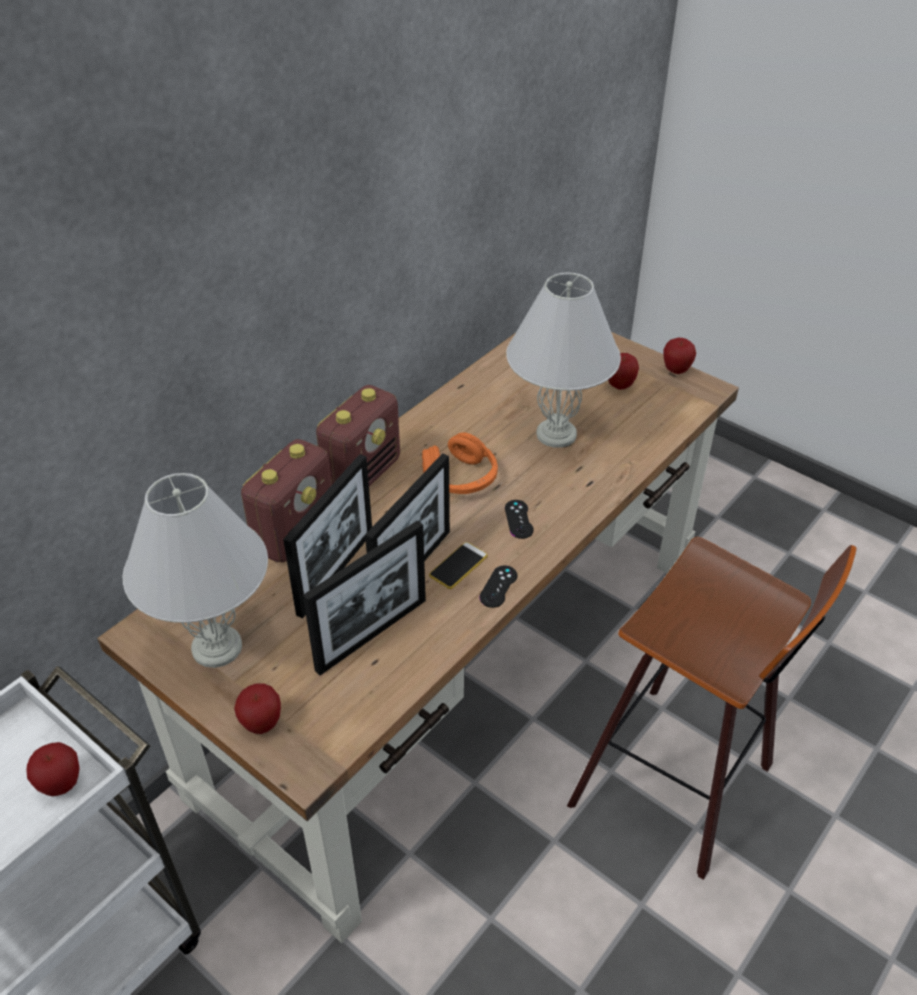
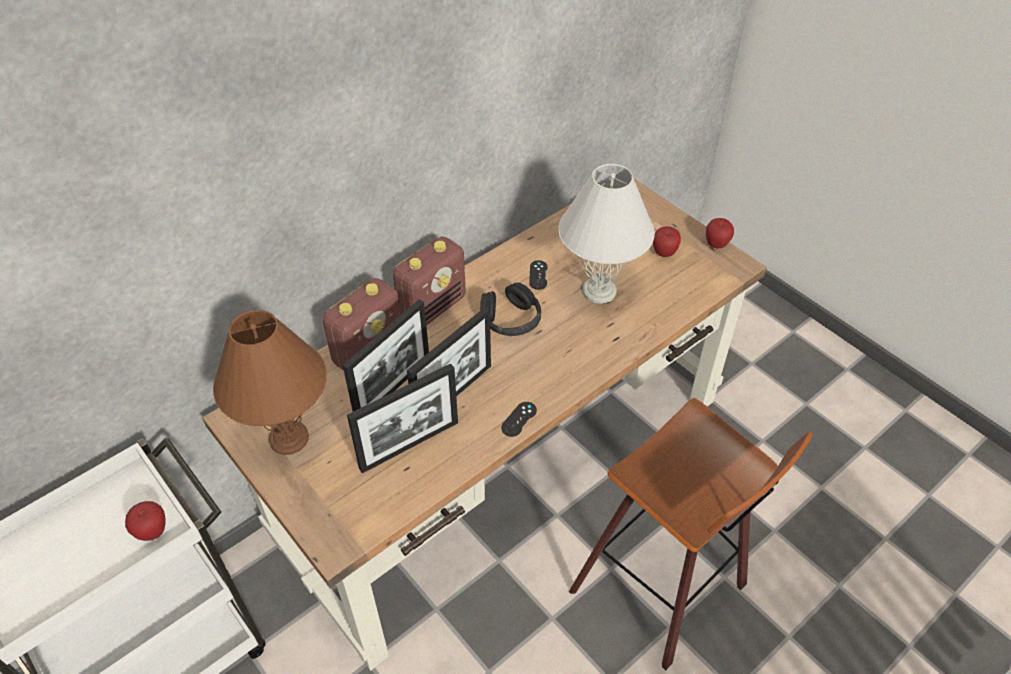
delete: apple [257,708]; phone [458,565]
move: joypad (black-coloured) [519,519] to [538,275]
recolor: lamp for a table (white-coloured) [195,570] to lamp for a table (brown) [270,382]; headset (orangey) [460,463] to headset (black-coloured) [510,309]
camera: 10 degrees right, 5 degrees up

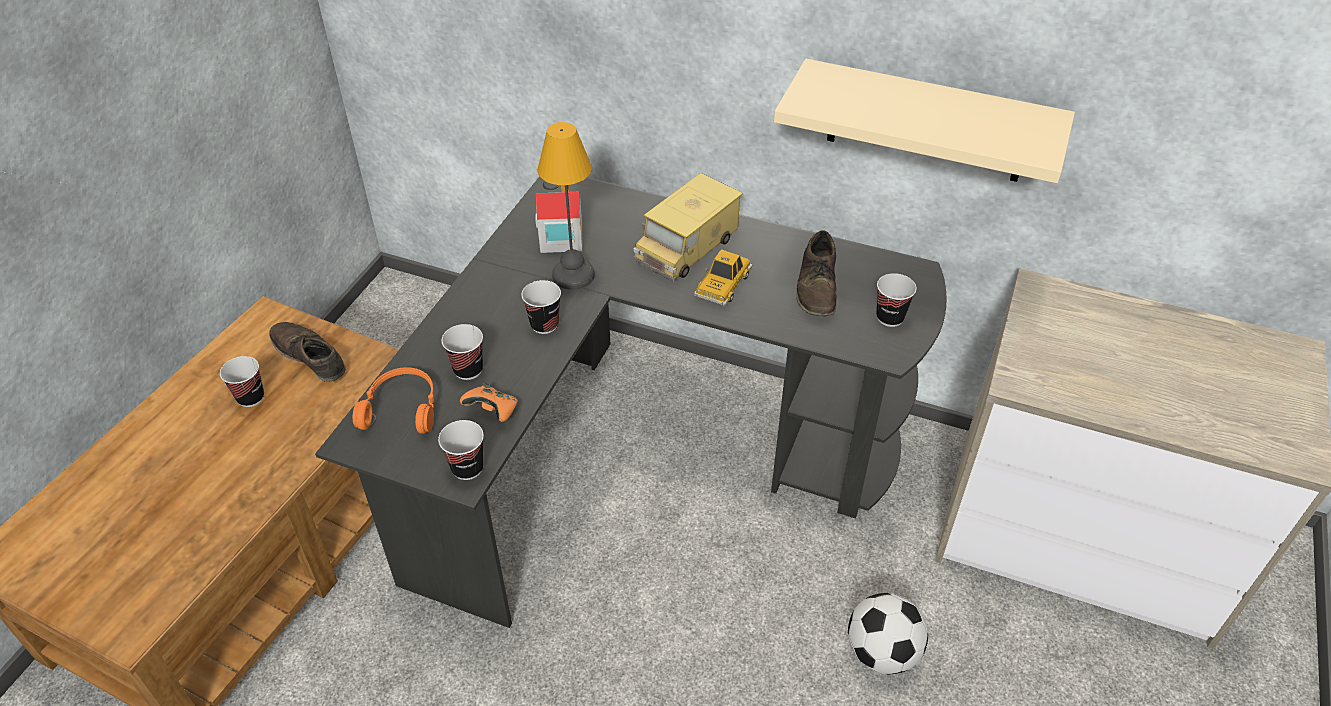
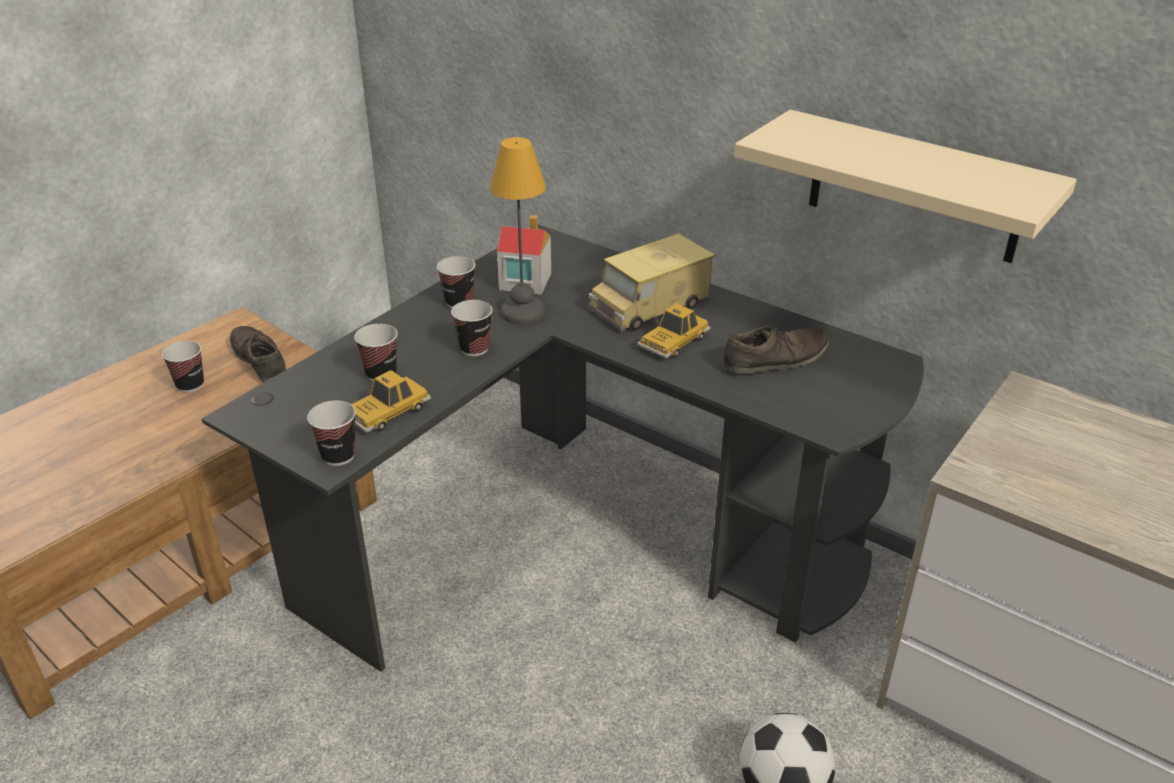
delete: headset (orangey) [394,400]
move: cup [896,300] to [456,282]
replace: joypad (orangey) [489,402] to toy car [391,401]
rotate: low shoe (brown) [816,273] = [775,350] 135 degrees counterclockwise
camera: 15 degrees right, 10 degrees down

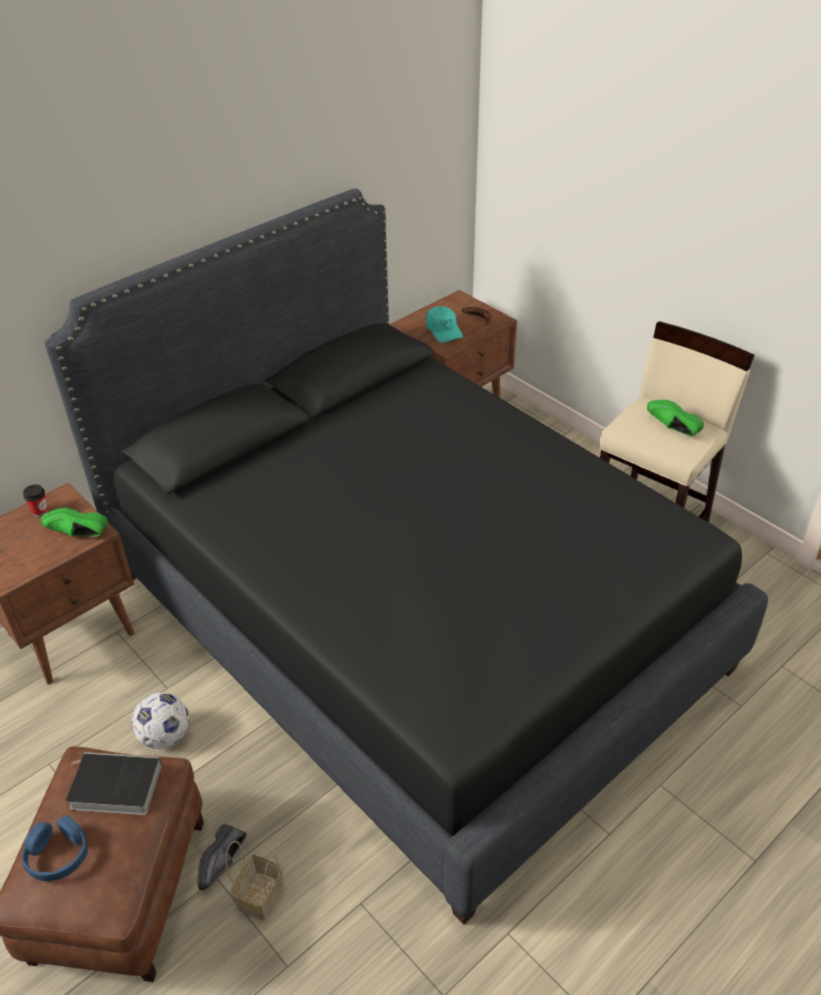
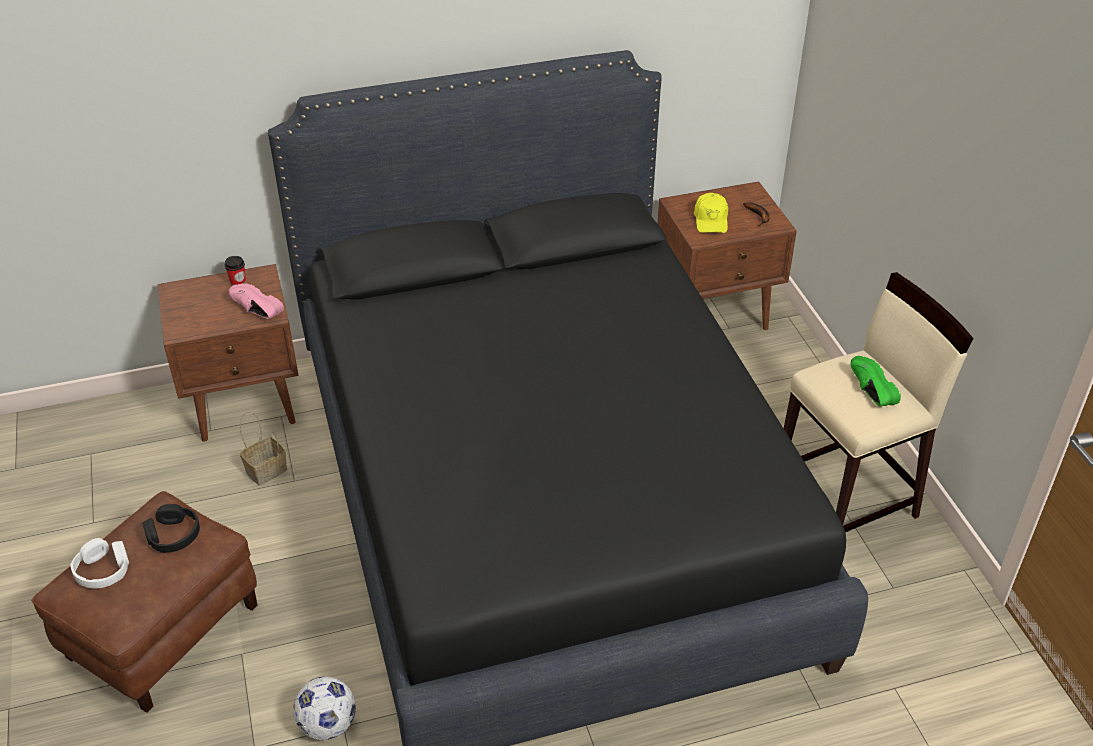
delete: low shoe (black-coloured) [222,857]
move: football [160,720] to [324,708]; basket [255,880] to [263,448]
replace: bound book [114,783] to headset (black-coloured) [171,528]
recolor: headset (blue-coloured) [55,848] to headset (white-coloured) [100,563]; low shoe (greenish) [74,522] to low shoe (pink) [256,301]; peaked cap (turquoise) [444,324] to peaked cap (yellow) [711,213]
camera: 25 degrees right, 0 degrees up

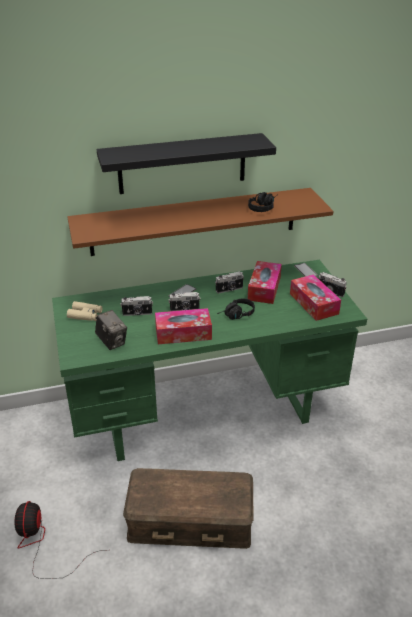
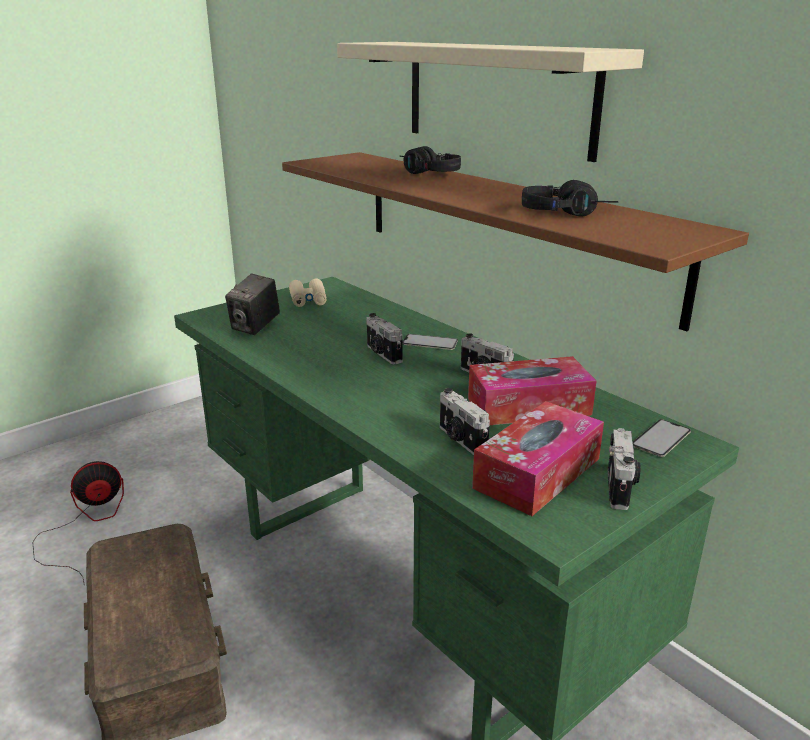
delete: box of tissues [183,326]
move: photo camera [136,306] to [465,421]; headset (black-coloured) [236,309] to [430,160]
recolor: wall shelf (black-coloured) [186,163] to wall shelf (beige-coloured) [490,102]
camera: 65 degrees right, 10 degrees down

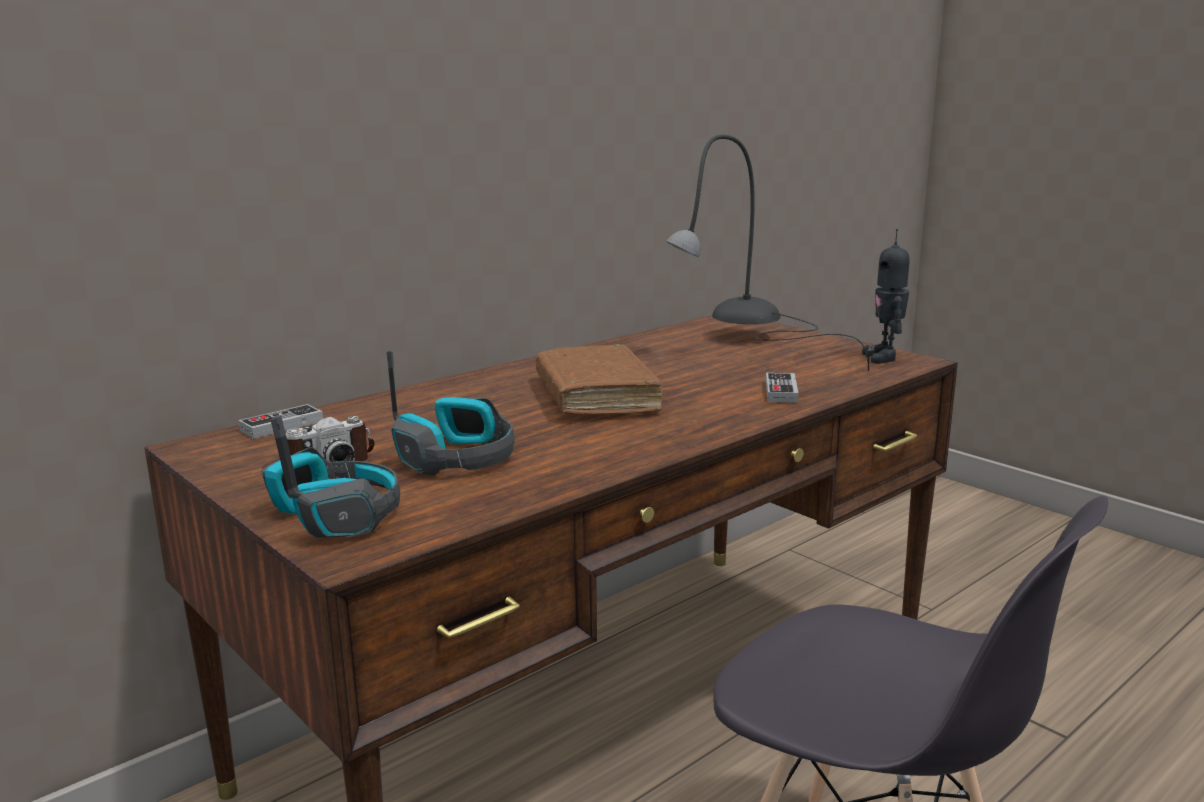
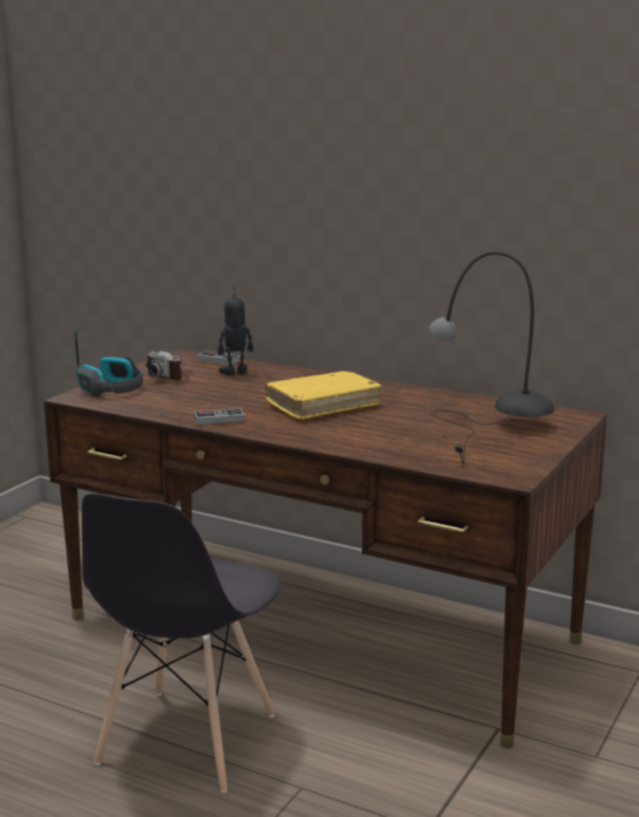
delete: headset [450,413]
move: joypad [782,388] to [219,416]; model robot [886,296] to [235,331]
recolor: bound book (brown) [598,379] to bound book (yellow) [323,395]
camera: 70 degrees right, 0 degrees up

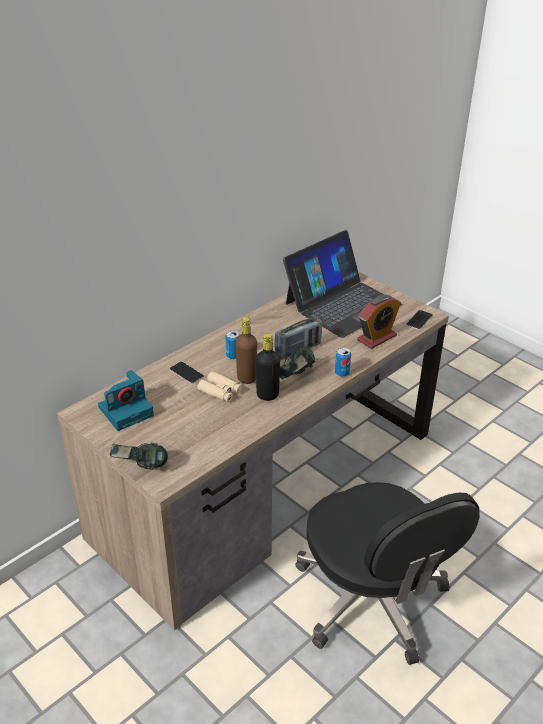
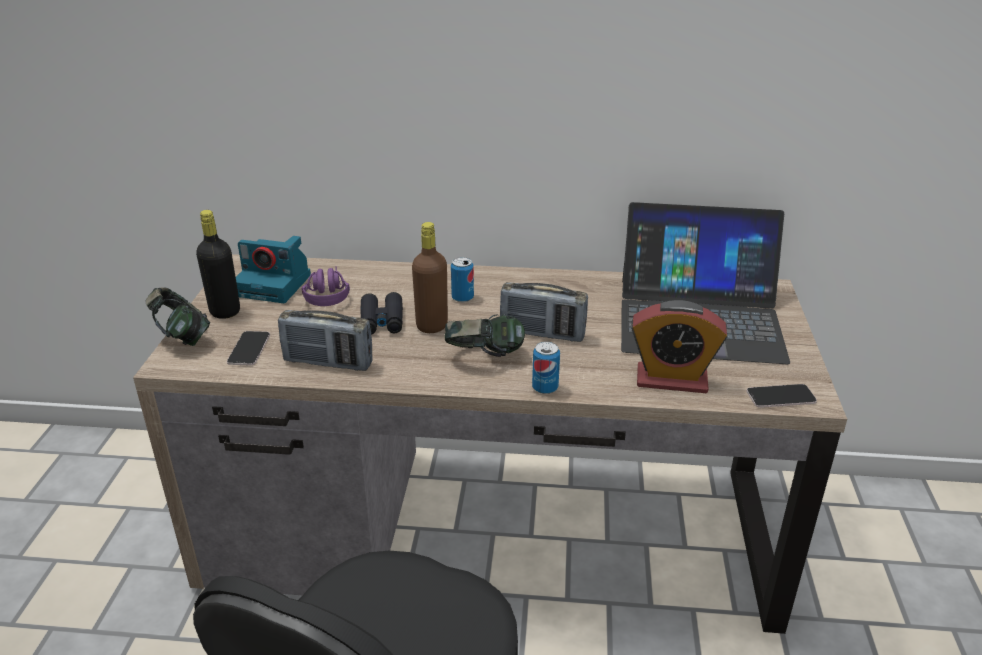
insert: radio [325,340]; headset (purple-coloured) [326,286]
move: phone [187,373] to [248,348]; drink bottle (black-coloured) [268,367] to [218,264]
recolor: binoculars (beige-coloured) [219,386] to binoculars (black-coloured) [381,313]
camera: 50 degrees right, 5 degrees down

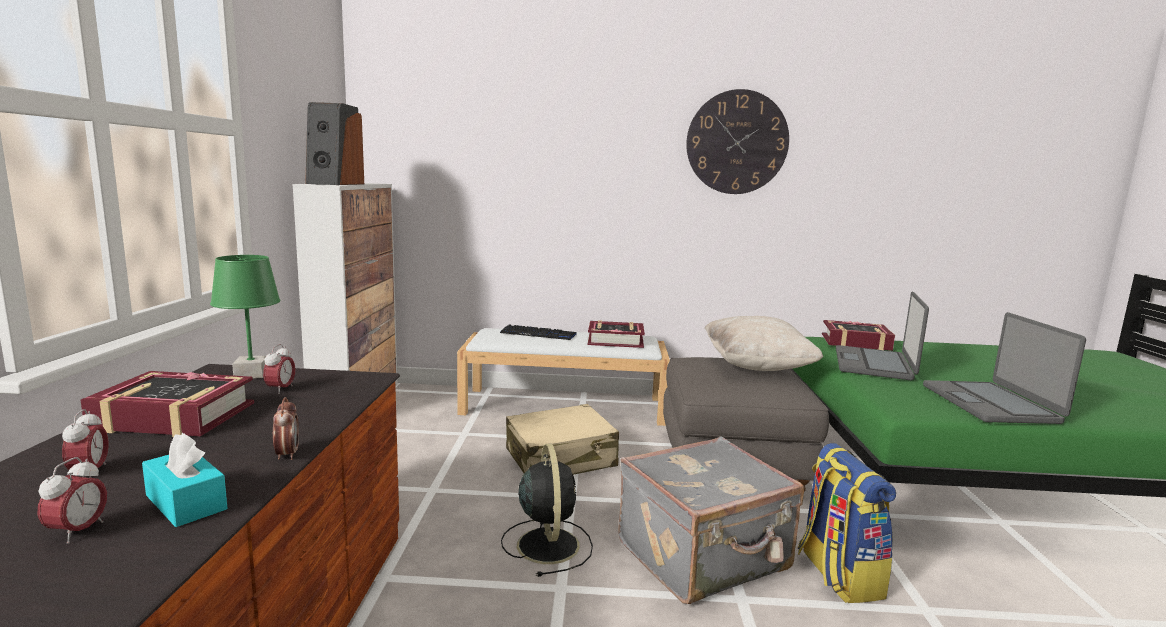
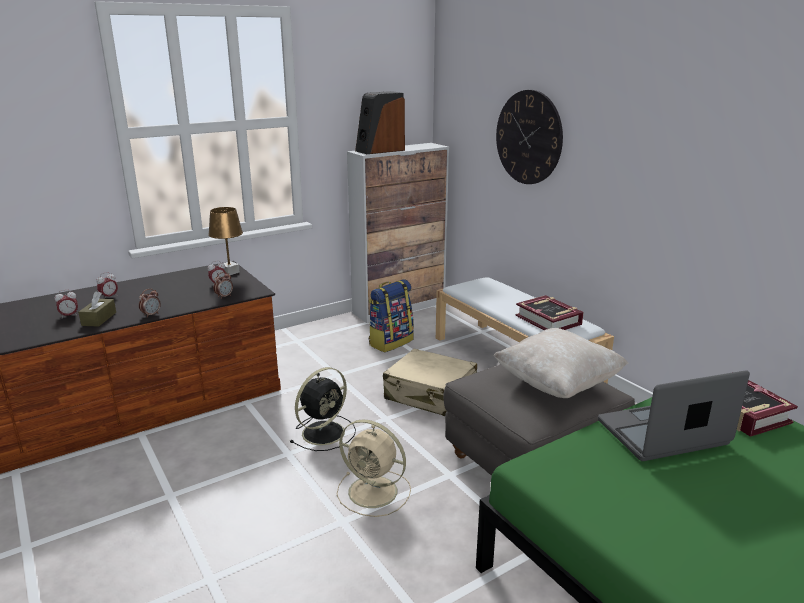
delete: bound book [168,404]; PC keyboard [538,332]; notebook computer [1004,368]
insert: bedside clock [223,285]
move: hanging clock [737,141] to [529,137]; backpack [847,523] to [391,315]
replace: suitcase (greyish) [711,520] to electric fan (beige-coloured) [374,468]
recolor: box of tissues (turquoise) [184,480] to box of tissues (brown) [97,309]; lamp for a table (greenish) [245,317] to lamp for a table (brown) [225,241]
camera: 55 degrees right, 10 degrees up

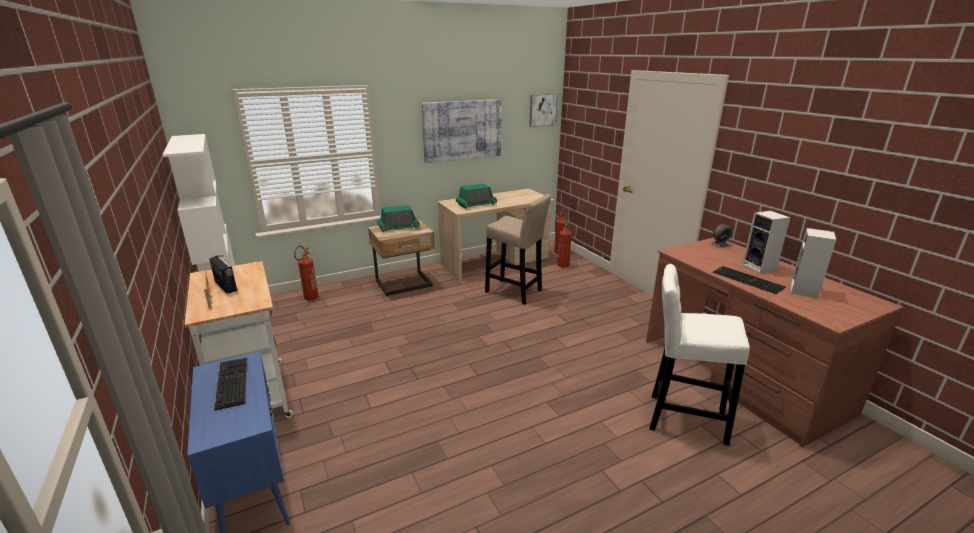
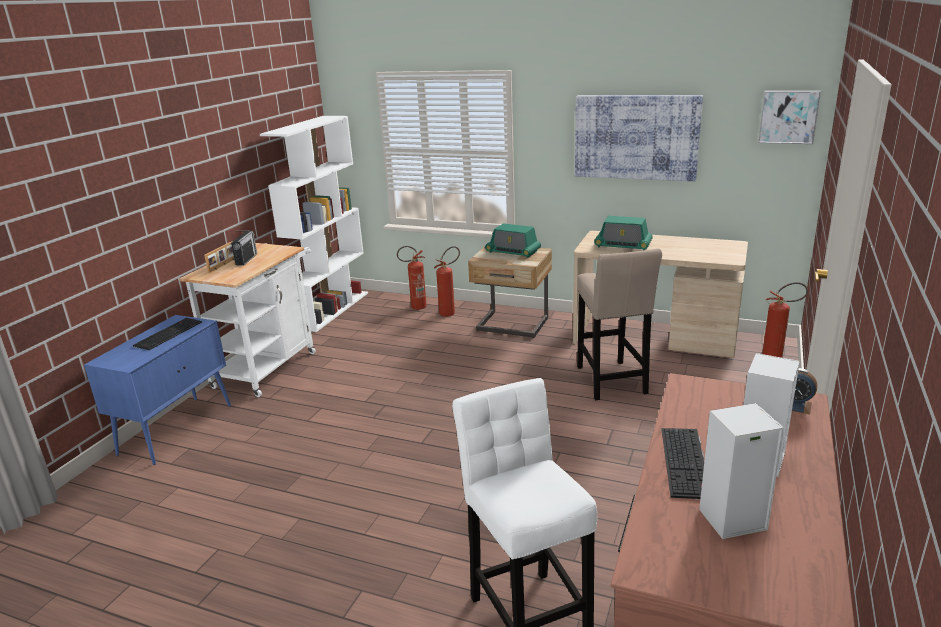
move: extinguisher [564,241] to [447,281]
camera: 50 degrees right, 0 degrees up

